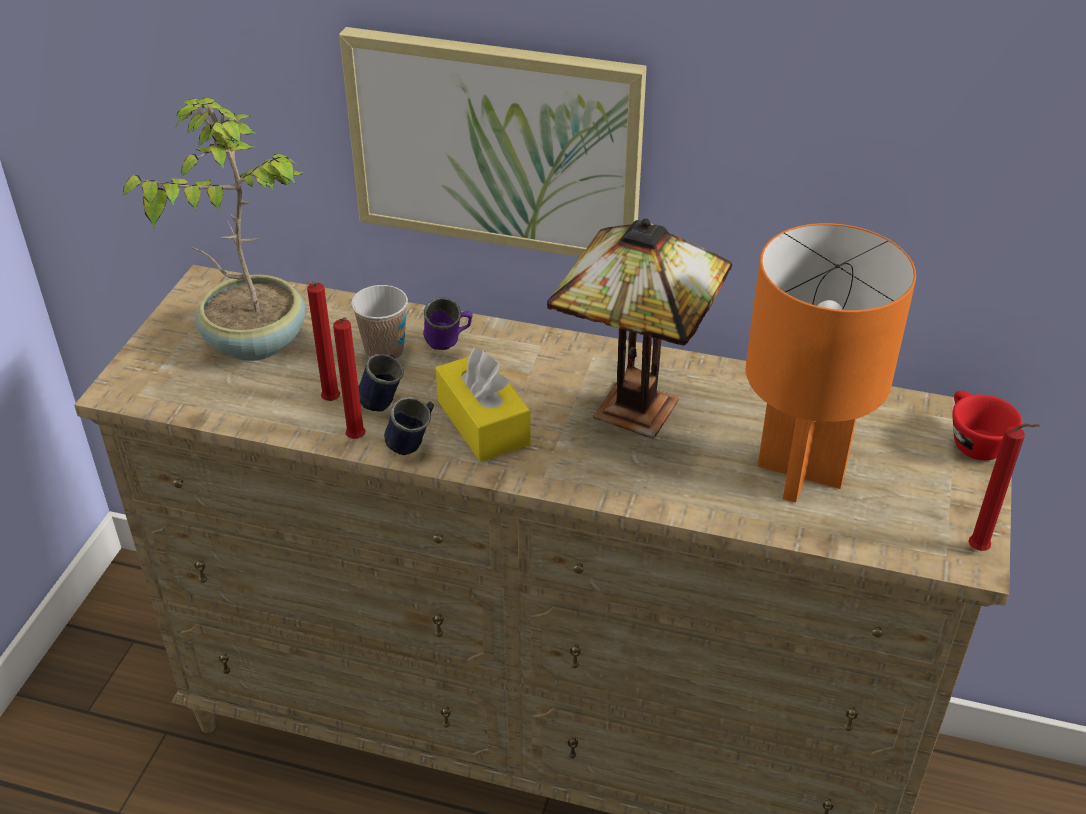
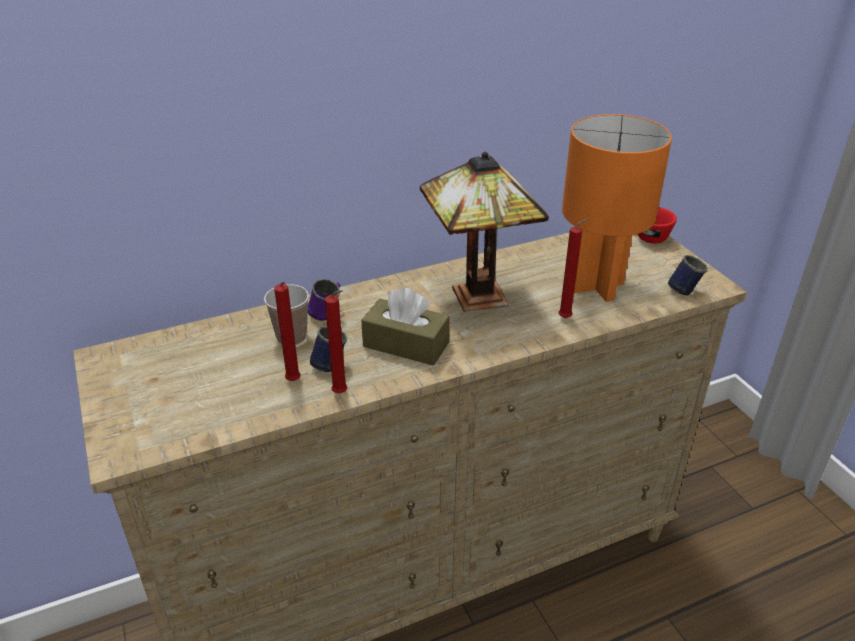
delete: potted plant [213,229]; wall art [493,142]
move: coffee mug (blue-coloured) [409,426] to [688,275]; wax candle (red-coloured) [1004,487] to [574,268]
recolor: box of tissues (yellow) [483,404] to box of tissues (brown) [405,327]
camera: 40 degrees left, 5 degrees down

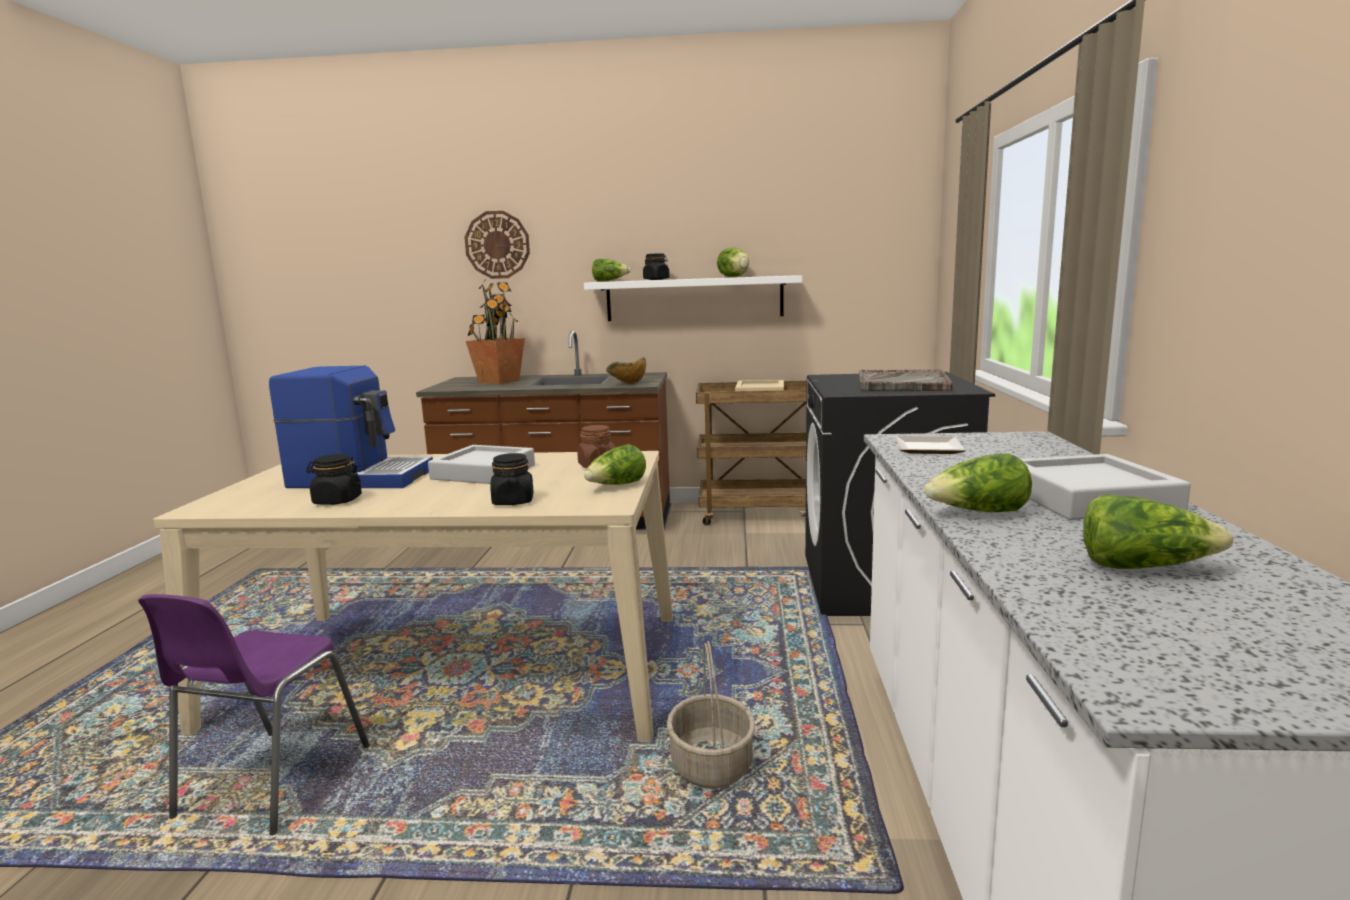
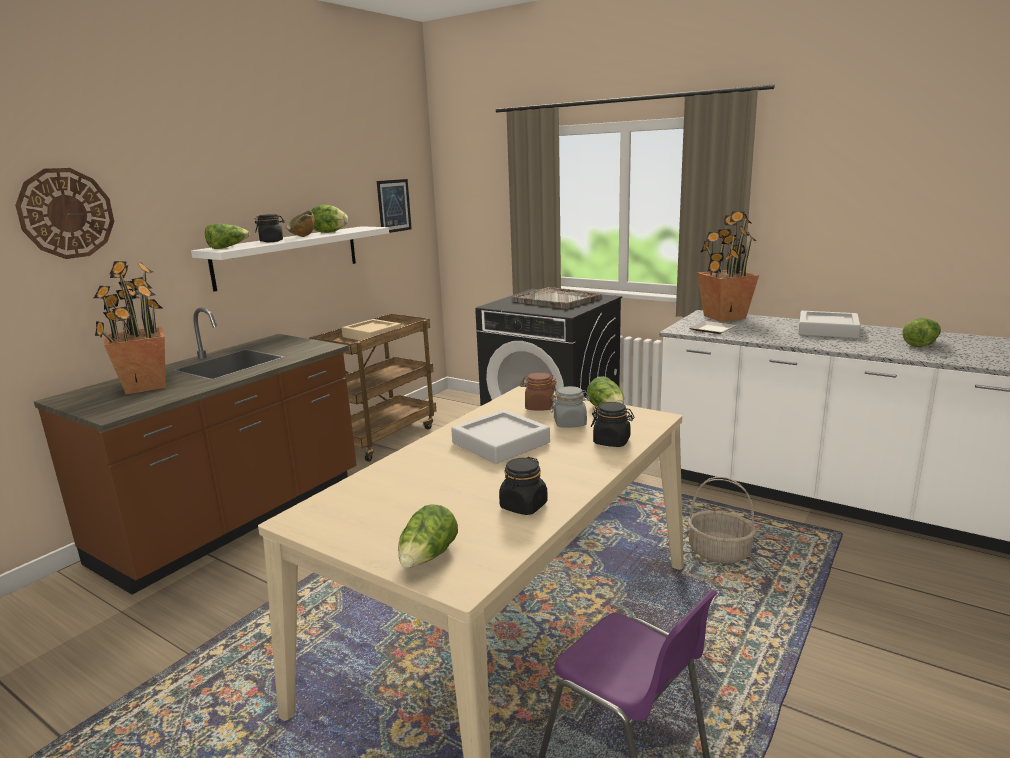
delete: coffee brewer [351,427]
insert: wall art [394,206]; storage jar (greyish) [570,407]; potted plant [728,266]
move: deep dish [626,370] to [300,223]; lettuce [978,482] to [428,536]
camera: 60 degrees left, 5 degrees up

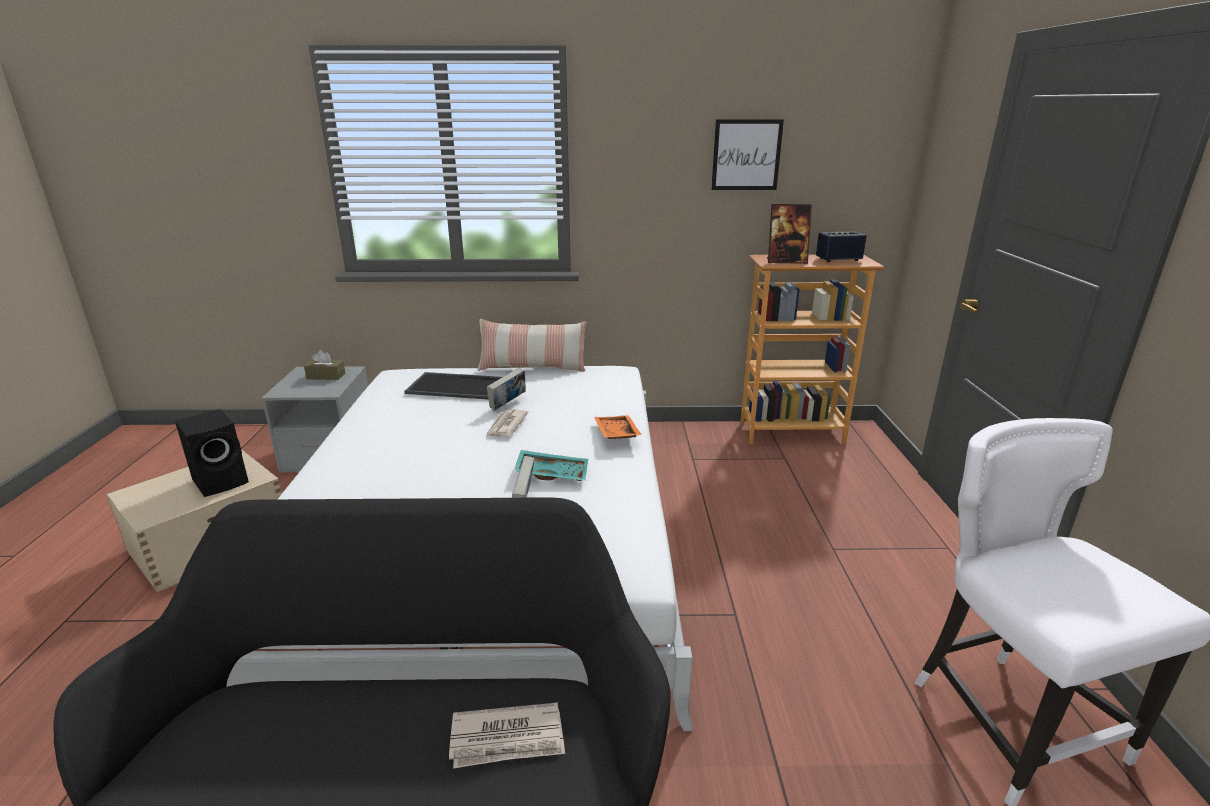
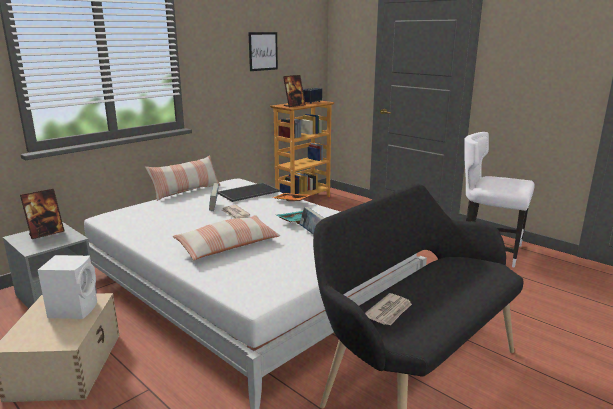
insert: pillow [226,237]
move: serving tray [453,386] to [249,192]; daily paper [507,735] to [388,309]
replace: box of tissues (brown) [324,365] to photo frame [42,214]
recolor: speaker (black-coloured) [212,453] to speaker (white-coloured) [67,287]
camera: 45 degrees left, 5 degrees down

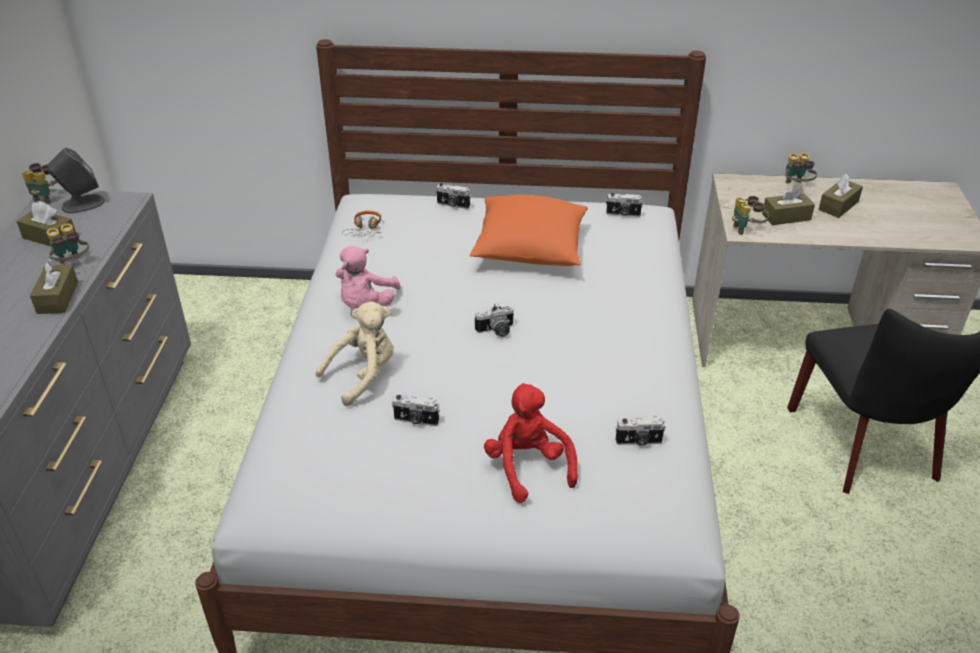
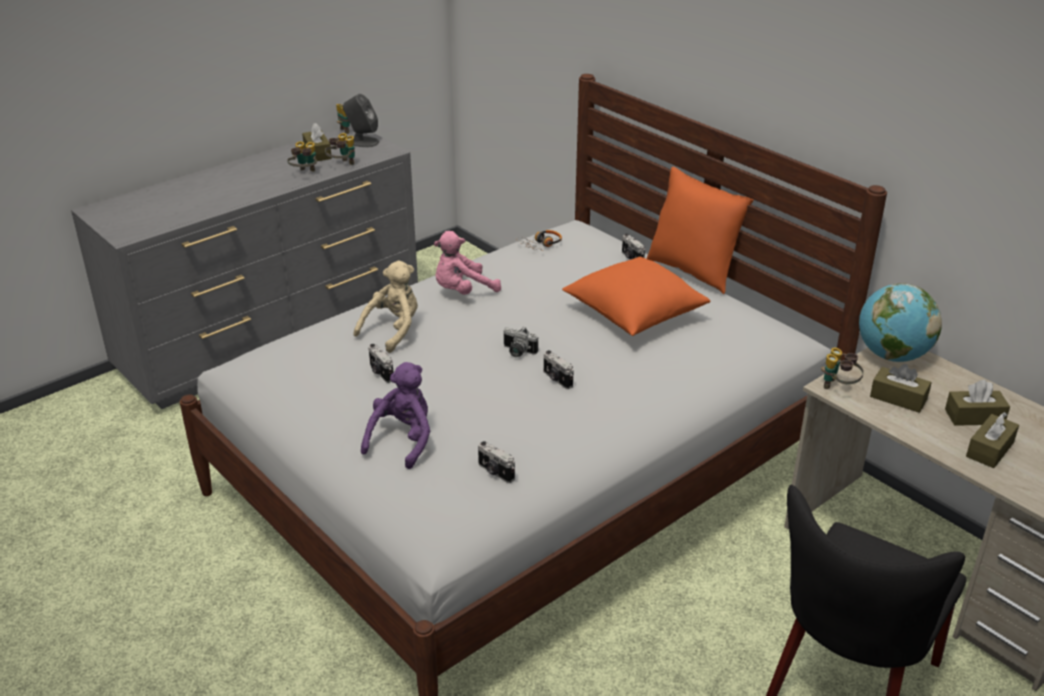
insert: pillow (orangey) [700,230]; globe [900,322]
move: box of tissues (brown) [54,286] to [992,440]; photo camera [624,205] to [558,369]; binoculars [801,168] to [340,149]
recolor: plush toy (red-coloured) [531,443] to plush toy (purple-coloured) [395,415]
rotate: plush toy (beige-coloured) [355,353] = [385,307] 60 degrees counterclockwise
camera: 45 degrees right, 5 degrees down

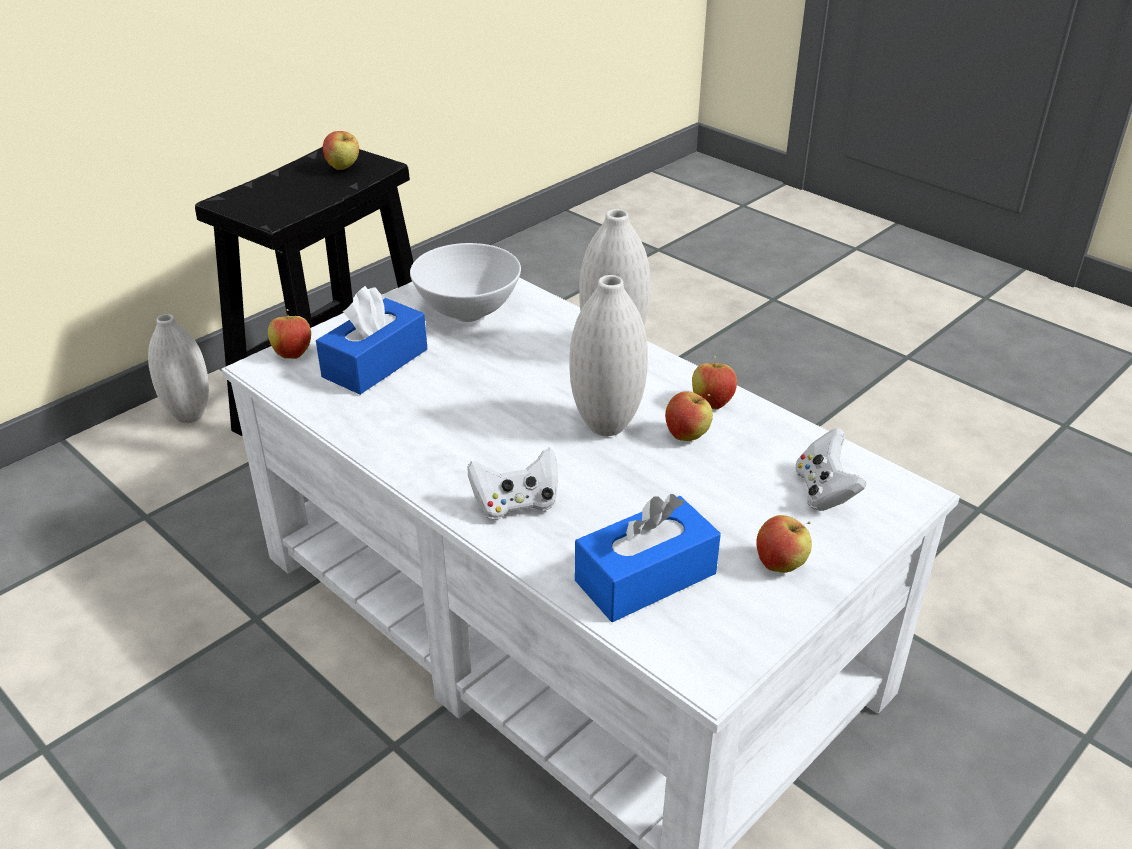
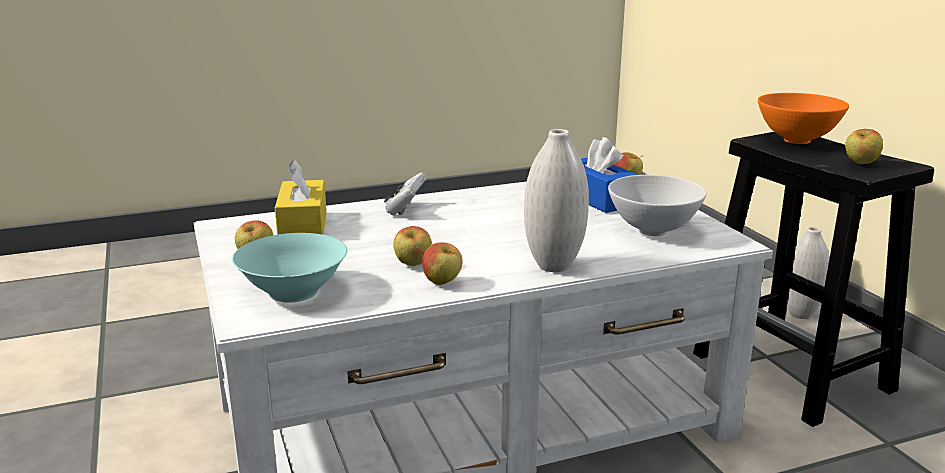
delete: vase (white-coloured) [609,355]
insert: deep dish (orangey) [803,118]
replace: joypad (white-coloured) [830,469] to deep dish (turquoise) [290,268]
recolor: box of tissues (blue-coloured) [648,558] to box of tissues (yellow) [301,197]
camera: 115 degrees right, 15 degrees down

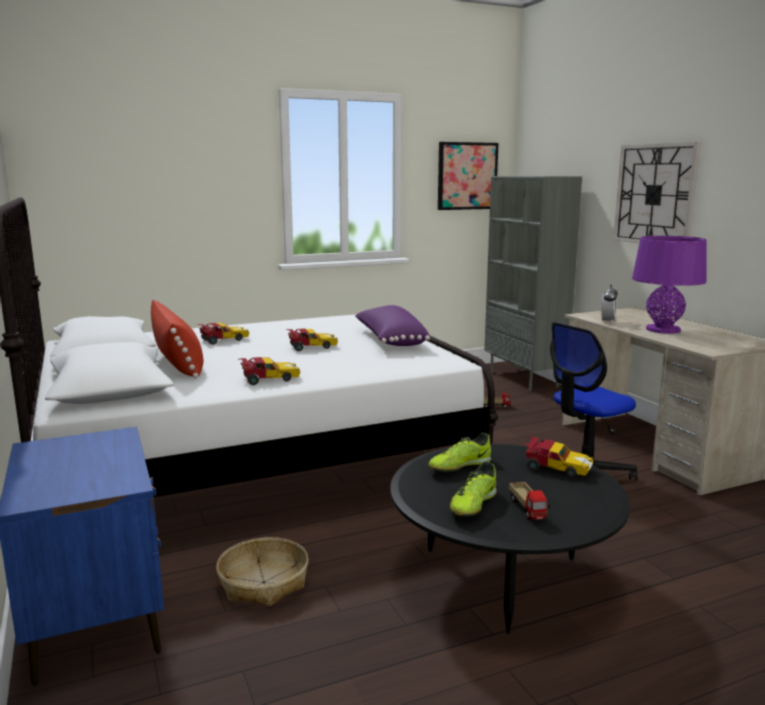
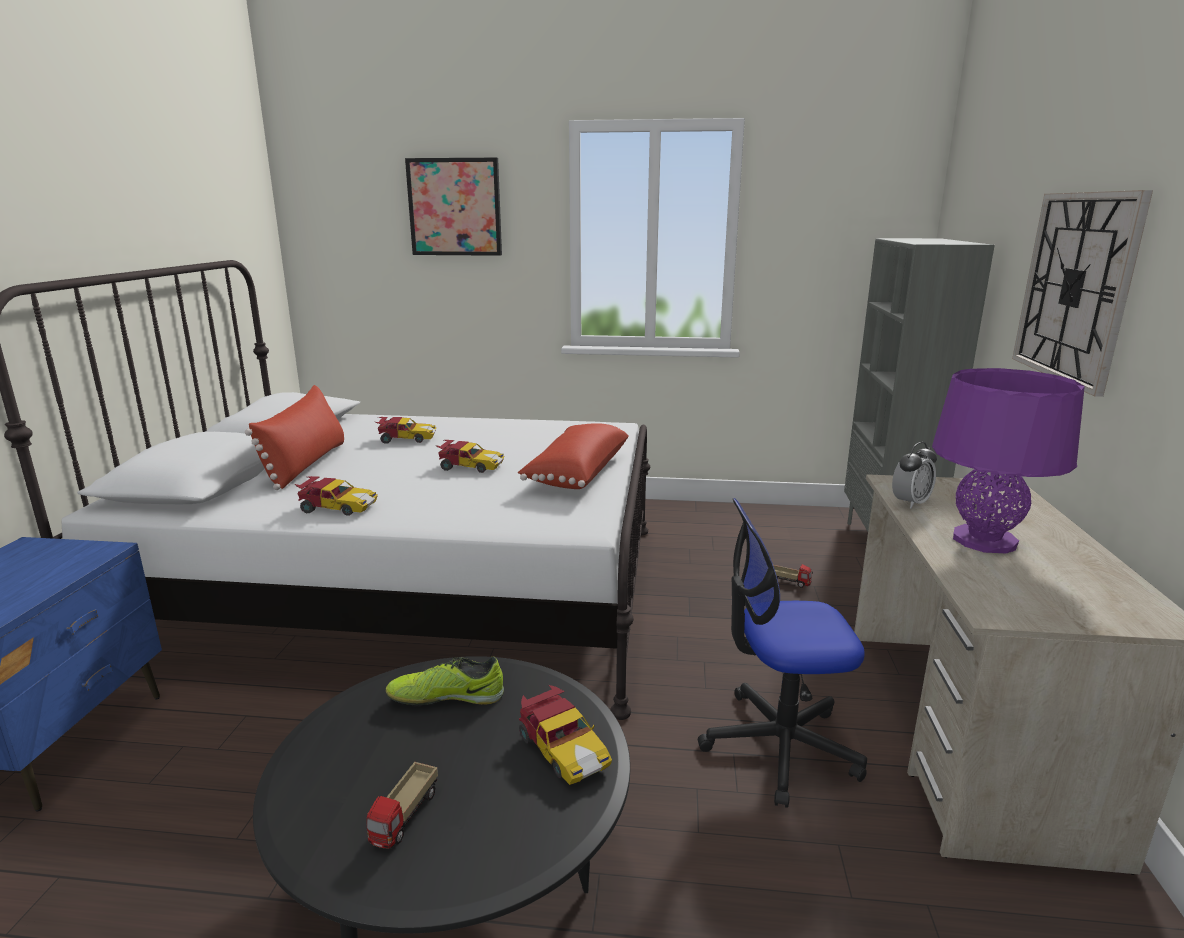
delete: basket [262,572]; low shoe [473,489]
move: wall art [468,176] to [453,207]
recolor: pillow (purple-coloured) [392,325] to pillow (red-coloured) [573,456]
camera: 30 degrees right, 5 degrees up

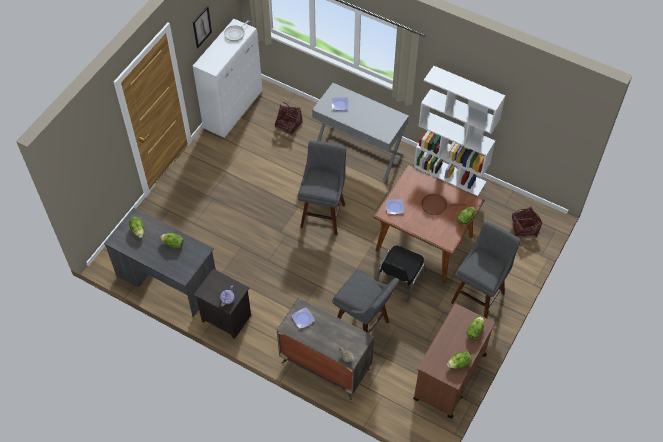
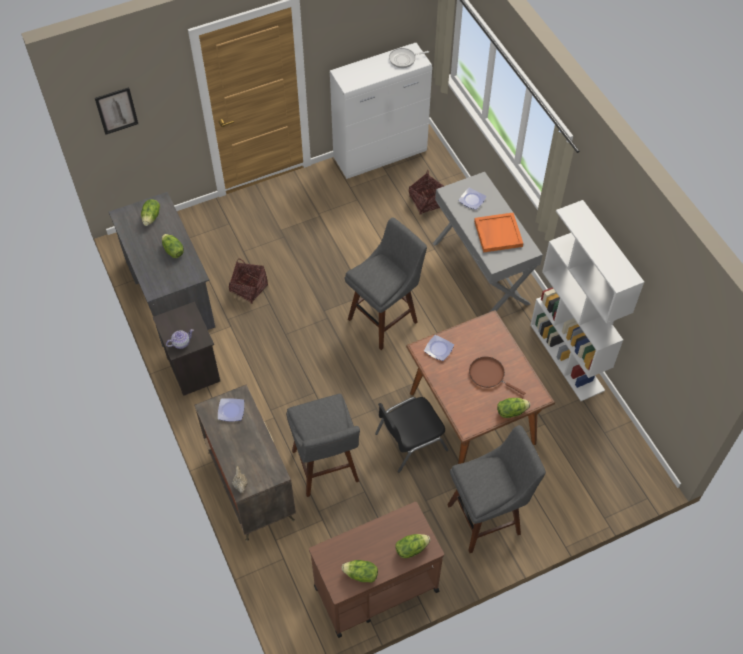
insert: serving tray (orangey) [498,233]
move: wall art [202,27] to [116,111]; basket [527,222] to [248,281]
camera: 35 degrees right, 0 degrees up

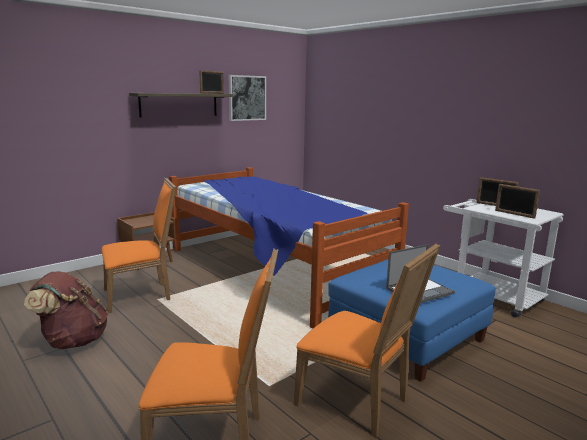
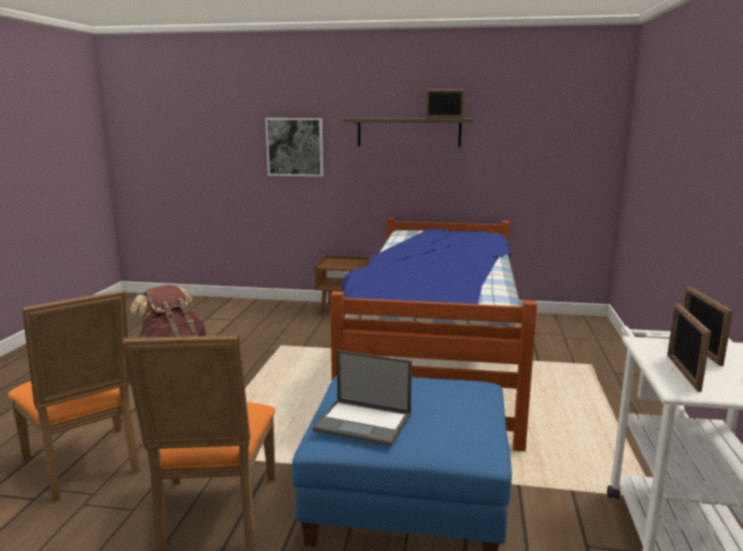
delete: plain chair (orangey) [139,245]
move: wall art [247,98] to [294,147]
camera: 50 degrees right, 0 degrees up

